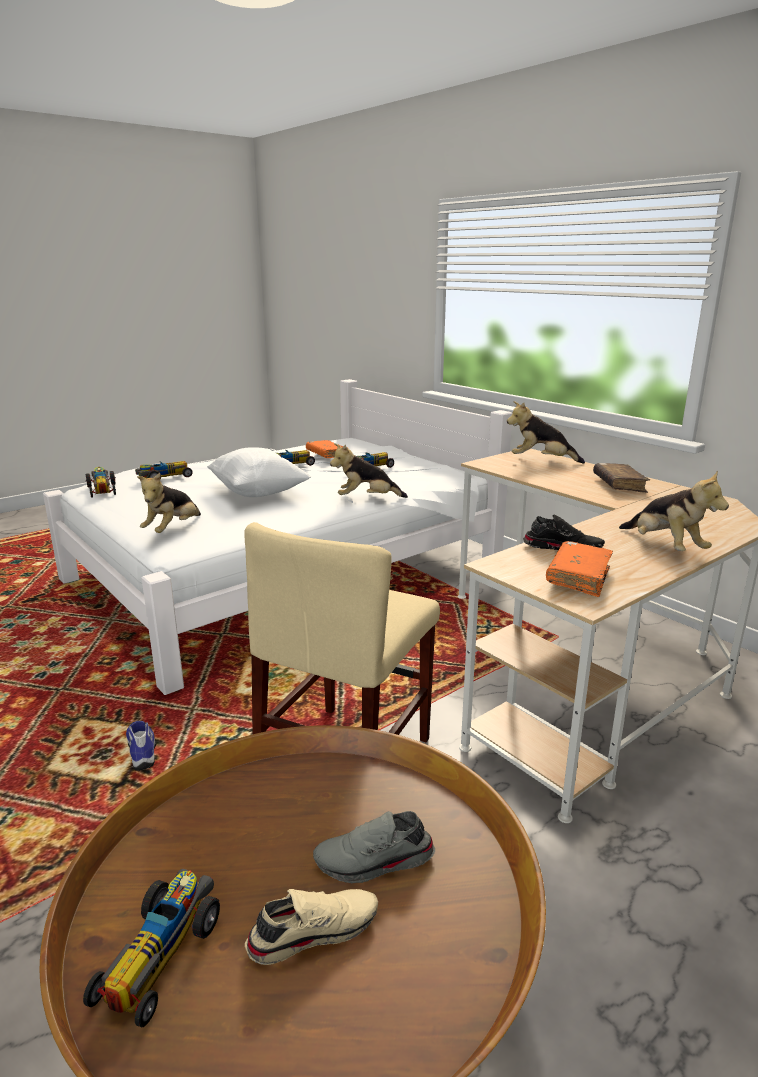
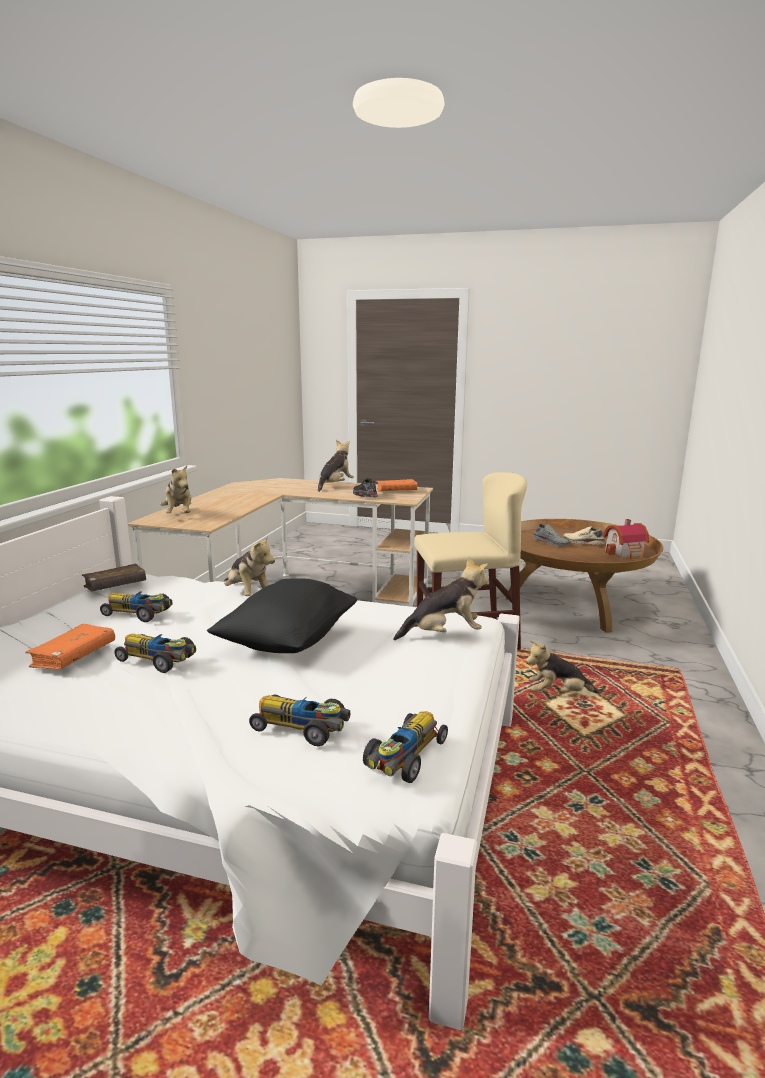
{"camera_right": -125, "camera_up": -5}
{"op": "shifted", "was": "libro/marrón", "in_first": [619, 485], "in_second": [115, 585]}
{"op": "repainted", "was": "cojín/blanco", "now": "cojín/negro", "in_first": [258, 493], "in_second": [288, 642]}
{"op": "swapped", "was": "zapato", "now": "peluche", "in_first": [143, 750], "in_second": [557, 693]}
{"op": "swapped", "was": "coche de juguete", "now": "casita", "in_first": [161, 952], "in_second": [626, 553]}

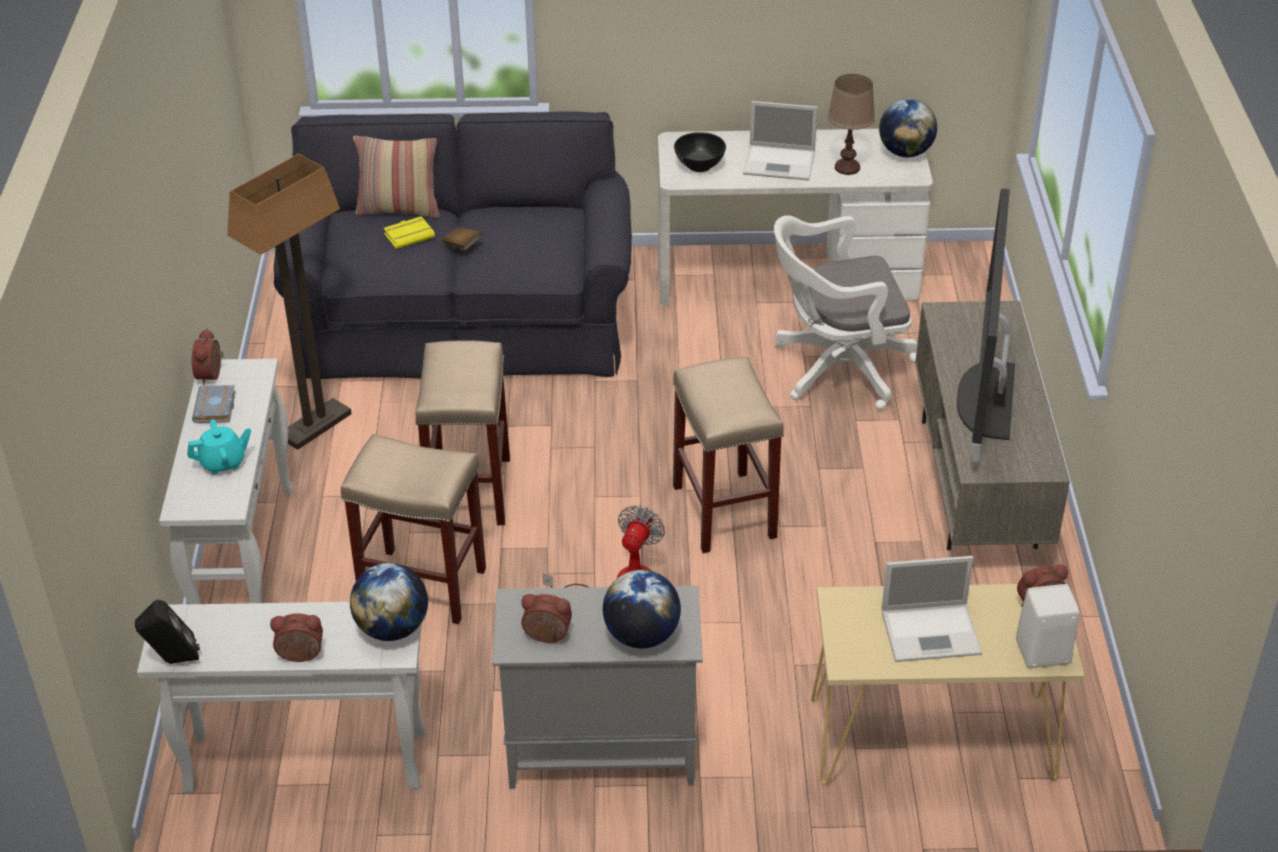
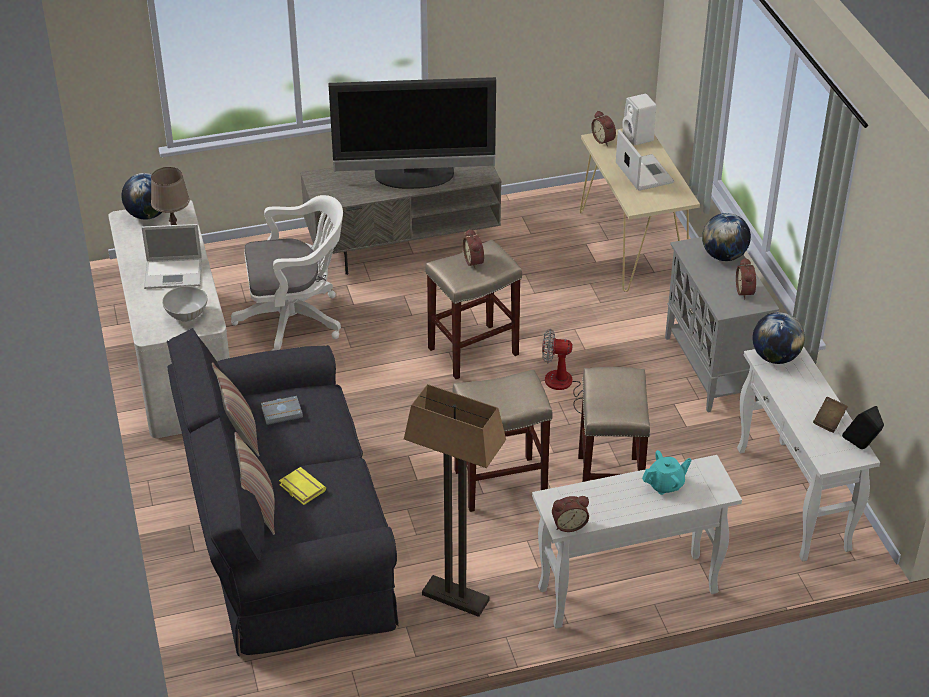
{"camera_right": -105, "camera_up": 0}
{"op": "rotated", "was": "portátil", "in_first": [780, 163], "in_second": [175, 273], "clockwise": 90}
{"op": "repainted", "was": "cuenco/negro", "now": "cuenco/blanco", "in_first": [700, 165], "in_second": [186, 315]}
{"op": "new", "now": "cojín", "in_second": [239, 434]}
{"op": "rotated", "was": "silla de oficina/blanco", "in_first": [836, 368], "in_second": [296, 320], "clockwise": -75}
{"op": "shifted", "was": "libro/gris", "in_first": [216, 408], "in_second": [282, 412]}
{"op": "shifted", "was": "despertador", "in_first": [300, 656], "in_second": [475, 261]}
{"op": "rotated", "was": "tetera/turquesa", "in_first": [223, 462], "in_second": [665, 484], "clockwise": 105}
{"op": "shifted", "was": "libro/marrón", "in_first": [462, 246], "in_second": [829, 421]}

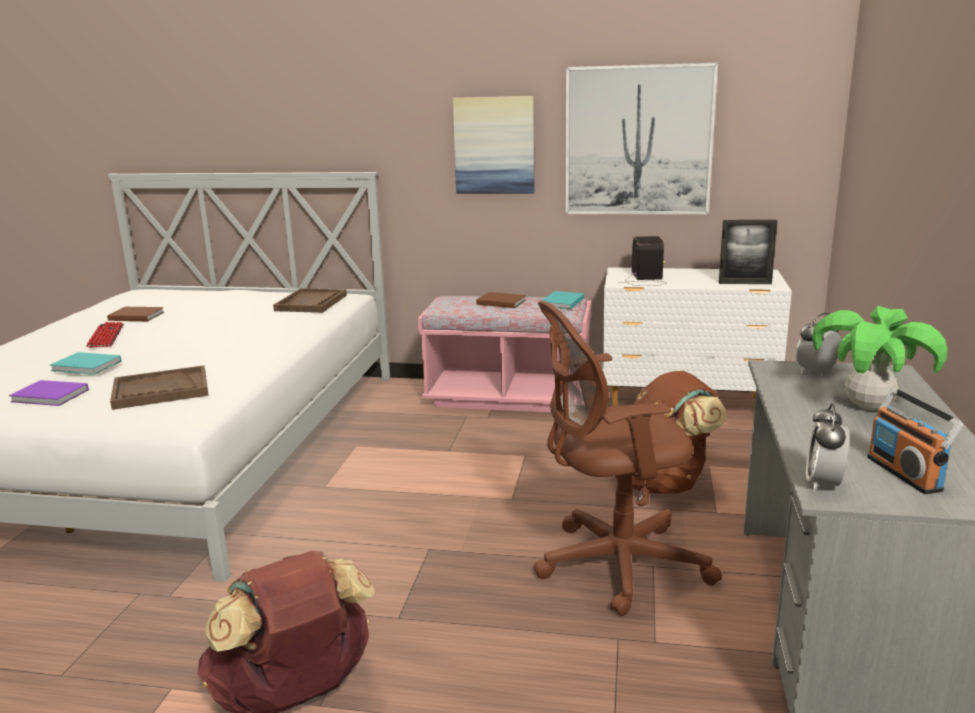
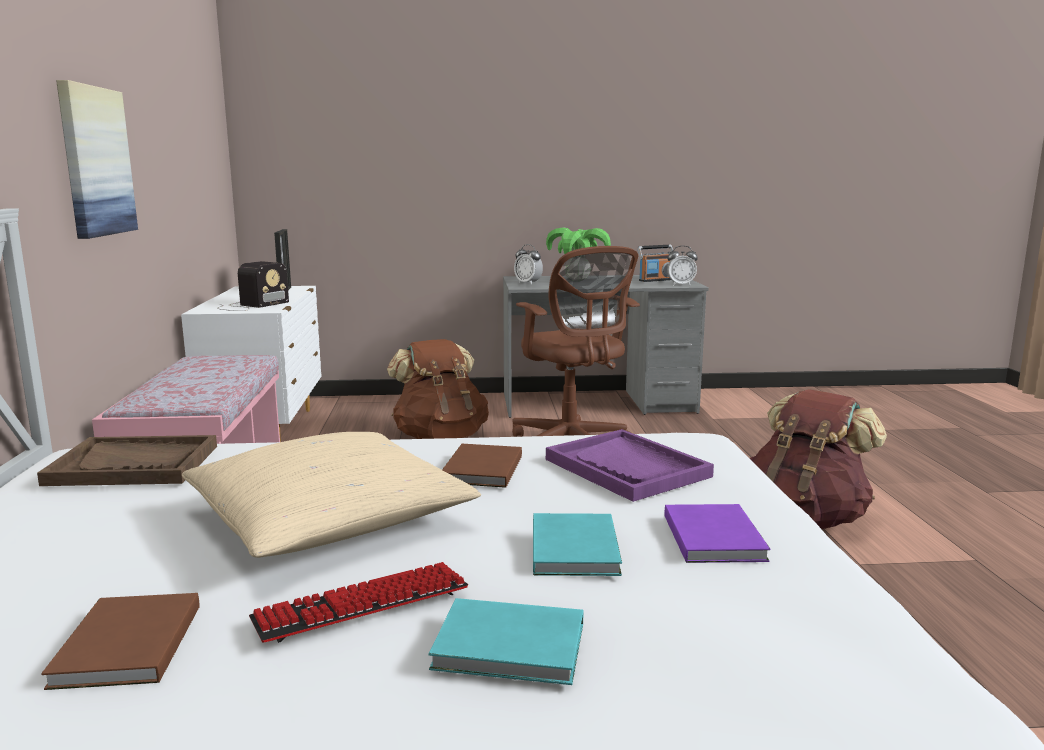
{"camera_right": -105, "camera_up": -5}
{"op": "new", "now": "cojín/beis", "in_second": [330, 520]}
{"op": "rotated", "was": "radio", "in_first": [645, 278], "in_second": [250, 305], "clockwise": 135}
{"op": "shifted", "was": "libro/turquesa", "in_first": [561, 302], "in_second": [513, 648]}
{"op": "shifted", "was": "libro/marrón", "in_first": [500, 302], "in_second": [480, 470]}
{"op": "repainted", "was": "bandeja/marrón", "now": "bandeja/morado", "in_first": [160, 390], "in_second": [627, 468]}
{"op": "gone", "was": "cuadro", "in_first": [638, 141]}

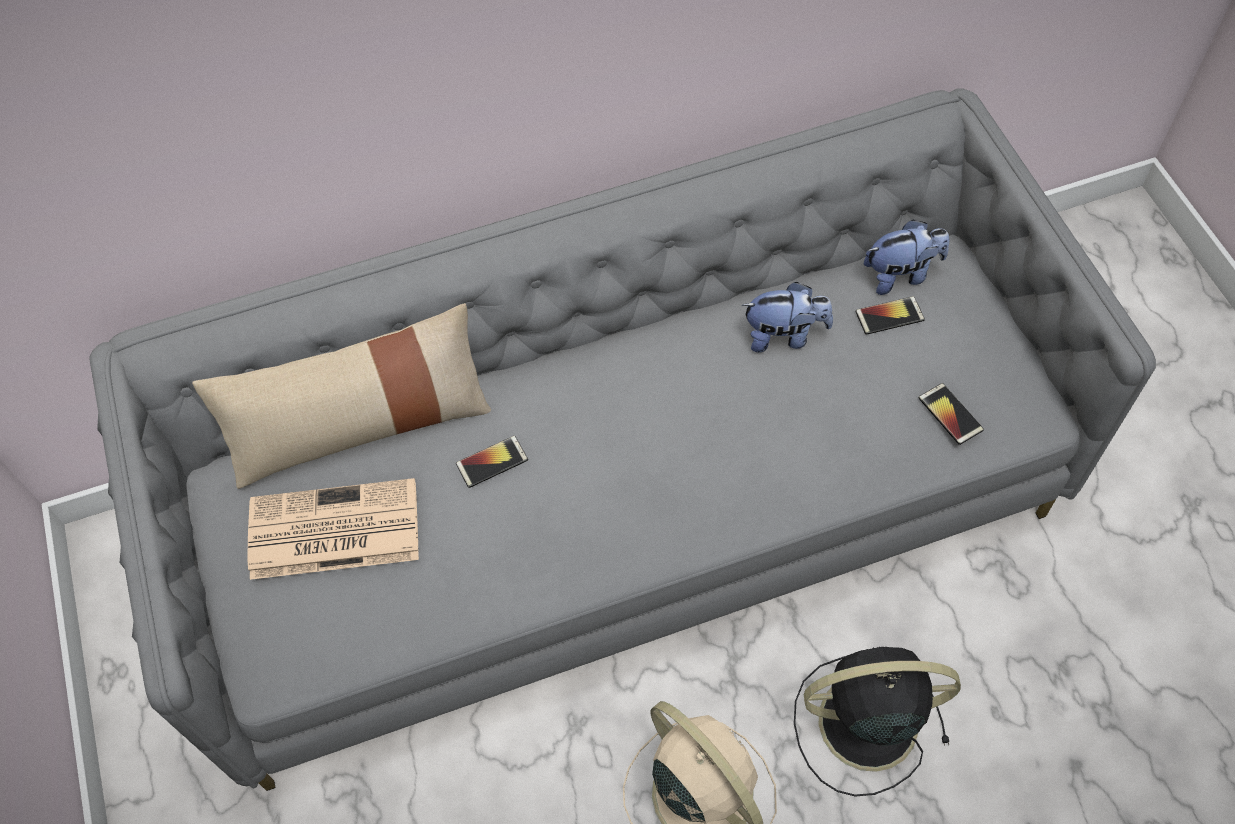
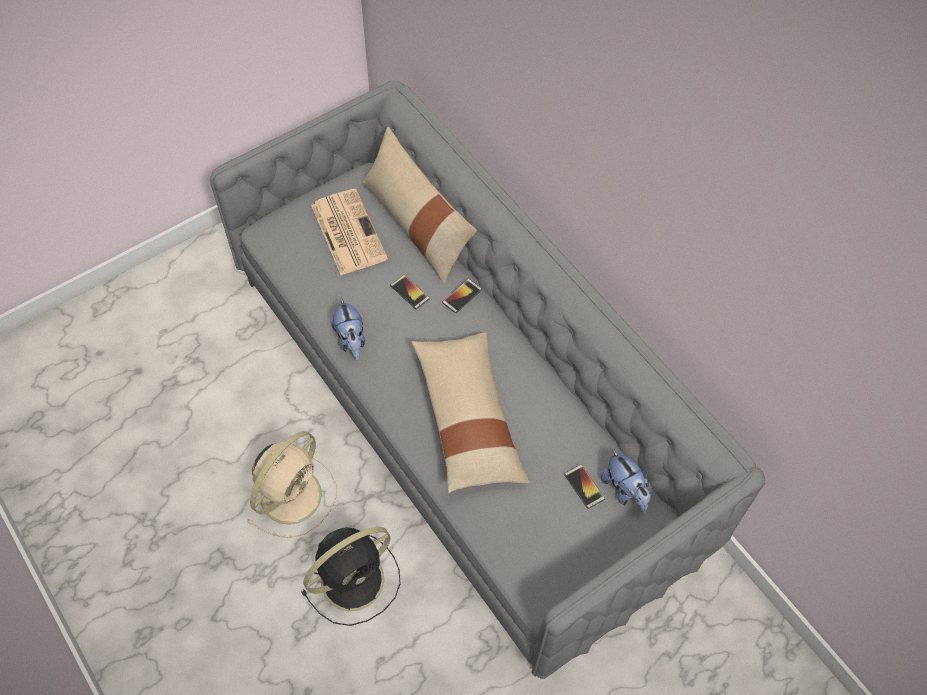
{"camera_right": 70, "camera_up": 0}
{"op": "rotated", "was": "ventilador/negro", "in_first": [863, 722], "in_second": [355, 578], "clockwise": 75}
{"op": "shifted", "was": "peluche", "in_first": [784, 335], "in_second": [351, 340]}
{"op": "new", "now": "cojín/beis", "in_second": [468, 419]}
{"op": "shifted", "was": "móvil", "in_first": [950, 414], "in_second": [462, 296]}

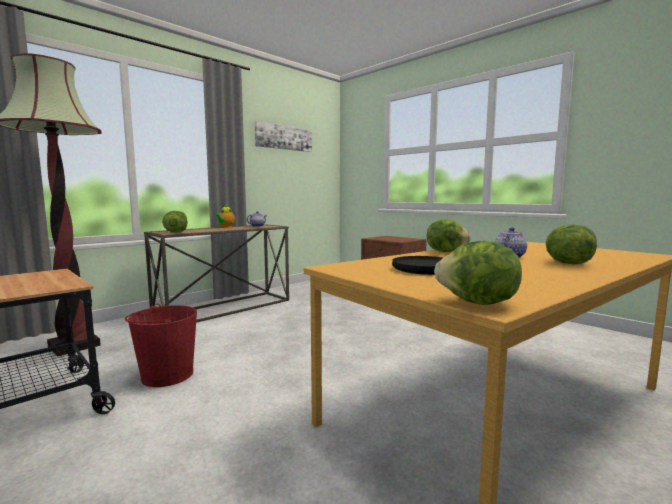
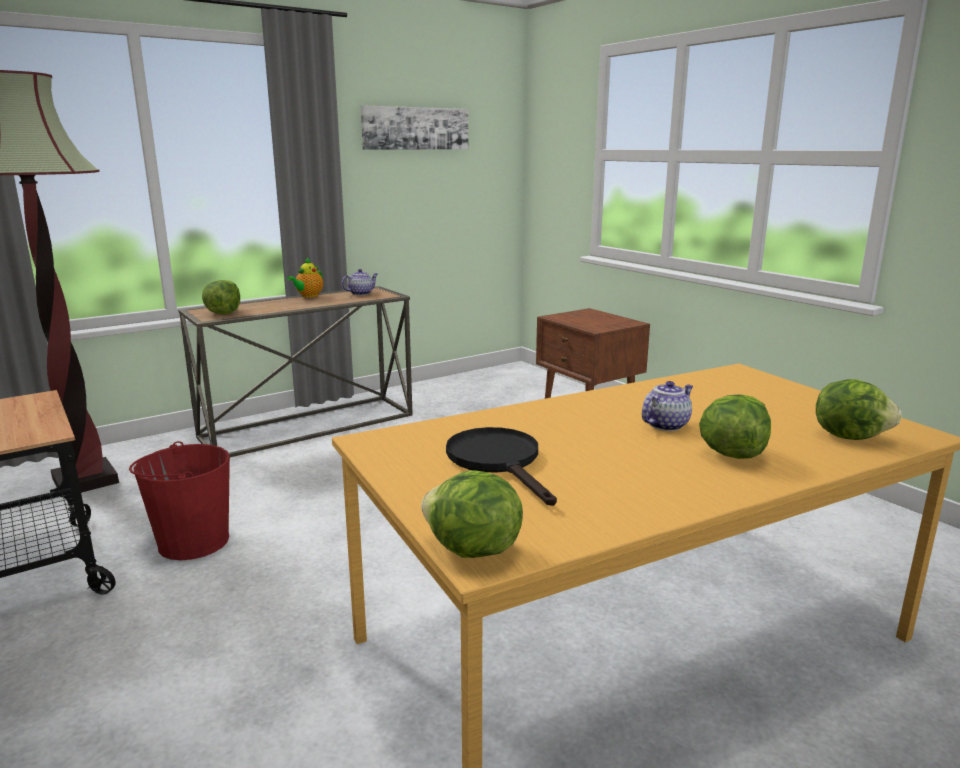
{"camera_right": 10, "camera_up": 10}
{"op": "shifted", "was": "lechuga", "in_first": [446, 251], "in_second": [849, 436]}

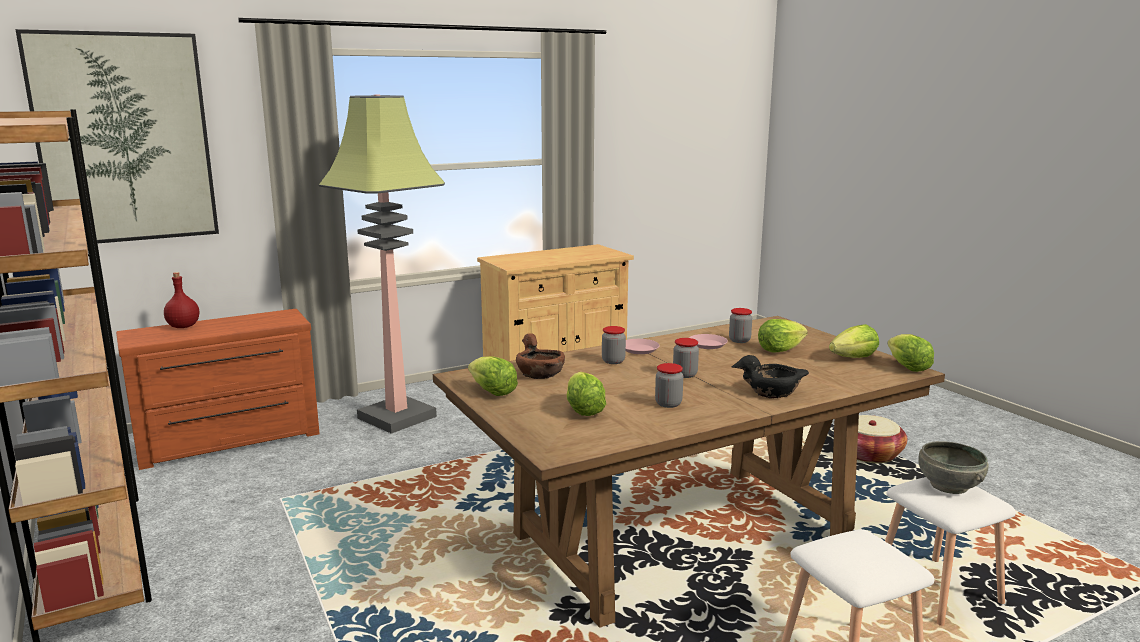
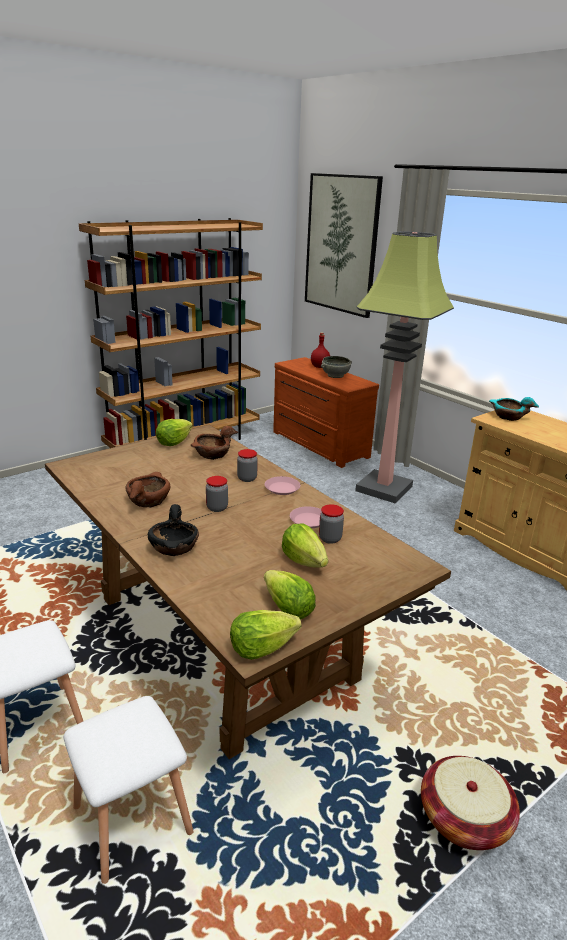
{"camera_right": 80, "camera_up": 10}
{"op": "swapped", "was": "tarro", "now": "cuenco/marrón", "in_first": [668, 404], "in_second": [148, 500]}
{"op": "shifted", "was": "cuenco/gris", "in_first": [948, 486], "in_second": [335, 375]}
{"op": "new", "now": "cuenco/turquesa", "in_second": [508, 417]}
{"op": "gone", "was": "lechuga", "in_first": [583, 410]}

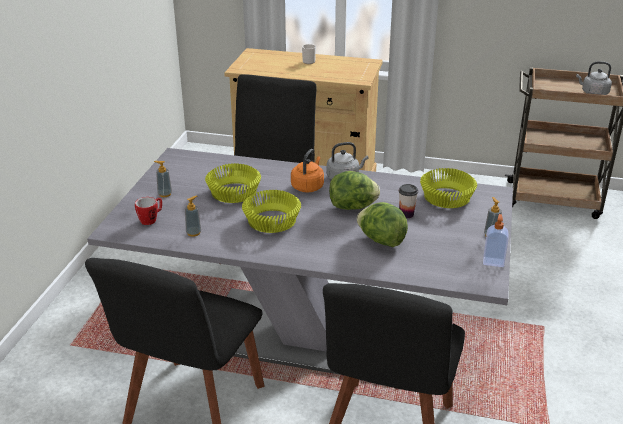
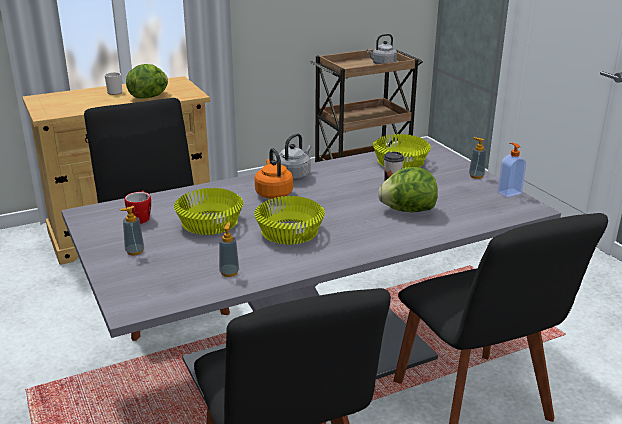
{"camera_right": -40, "camera_up": -5}
{"op": "shifted", "was": "taza grande", "in_first": [151, 219], "in_second": [141, 218]}
{"op": "shifted", "was": "lechuga", "in_first": [353, 207], "in_second": [149, 97]}

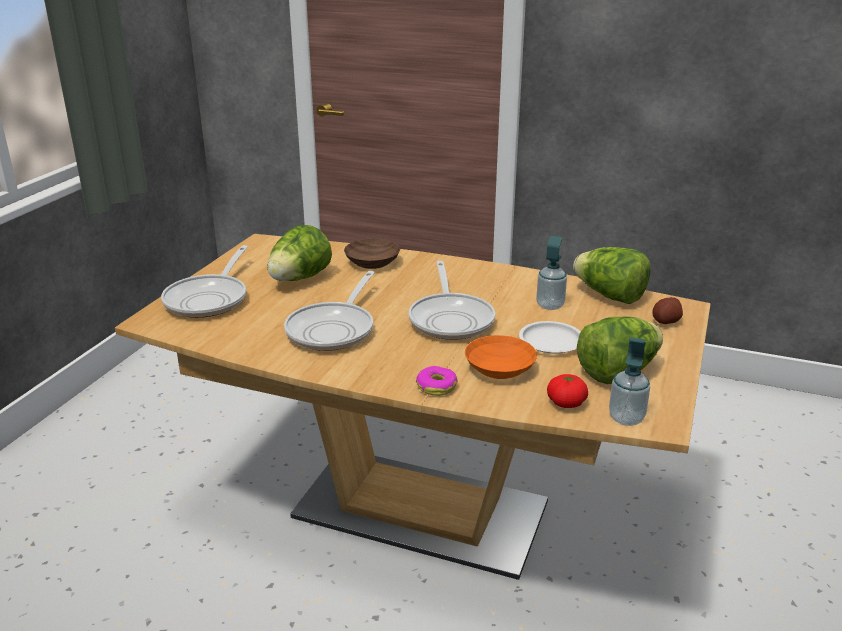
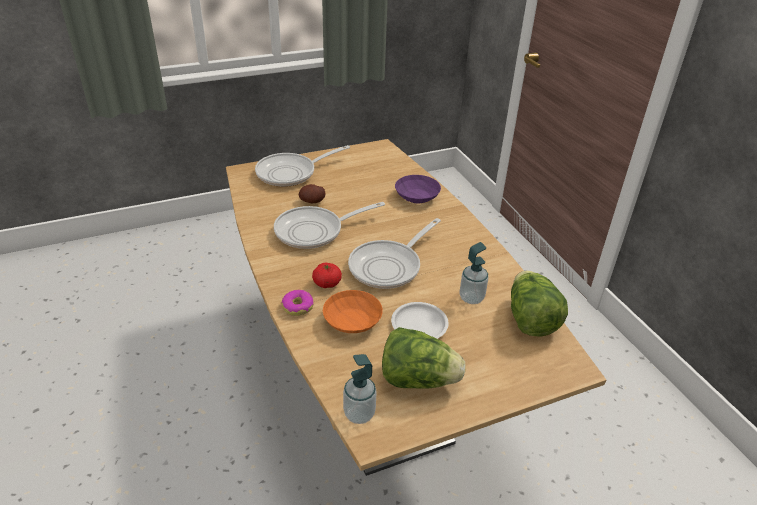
{"camera_right": 45, "camera_up": 10}
{"op": "shifted", "was": "patata", "in_first": [666, 321], "in_second": [312, 201]}
{"op": "shifted", "was": "tomate", "in_first": [566, 403], "in_second": [327, 283]}
{"op": "repainted", "was": "cuenco/marrón", "now": "cuenco/morado", "in_first": [374, 262], "in_second": [418, 197]}
{"op": "gone", "was": "lechuga", "in_first": [299, 279]}

